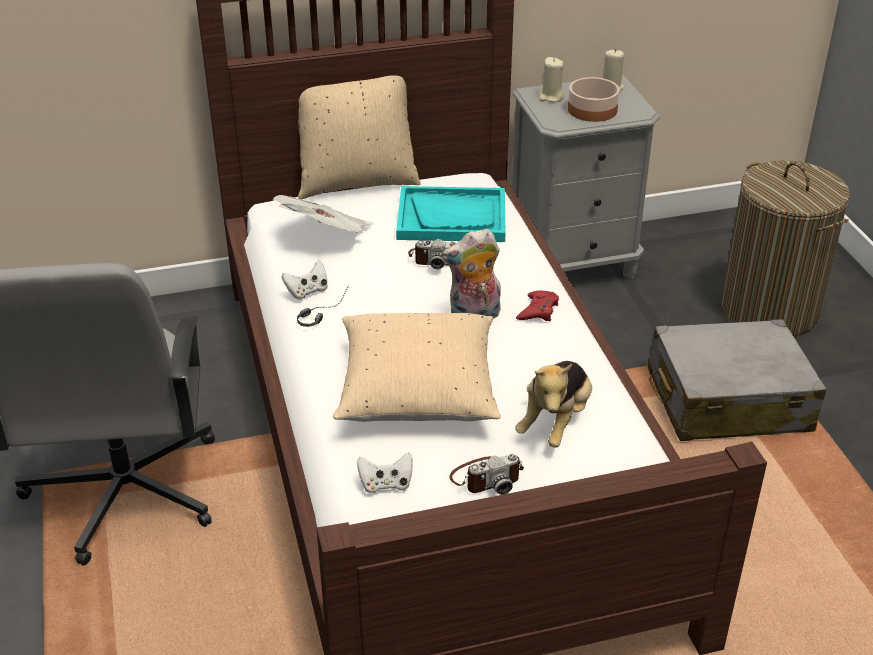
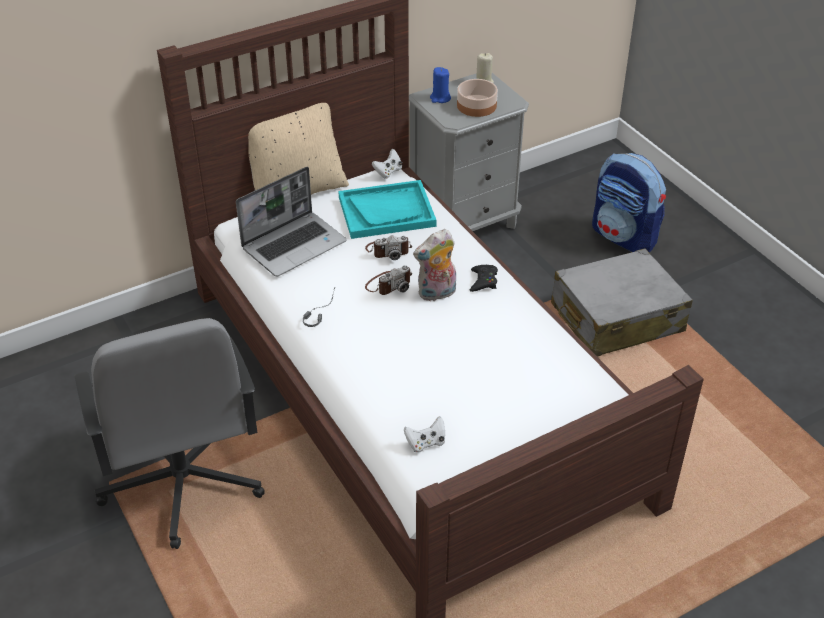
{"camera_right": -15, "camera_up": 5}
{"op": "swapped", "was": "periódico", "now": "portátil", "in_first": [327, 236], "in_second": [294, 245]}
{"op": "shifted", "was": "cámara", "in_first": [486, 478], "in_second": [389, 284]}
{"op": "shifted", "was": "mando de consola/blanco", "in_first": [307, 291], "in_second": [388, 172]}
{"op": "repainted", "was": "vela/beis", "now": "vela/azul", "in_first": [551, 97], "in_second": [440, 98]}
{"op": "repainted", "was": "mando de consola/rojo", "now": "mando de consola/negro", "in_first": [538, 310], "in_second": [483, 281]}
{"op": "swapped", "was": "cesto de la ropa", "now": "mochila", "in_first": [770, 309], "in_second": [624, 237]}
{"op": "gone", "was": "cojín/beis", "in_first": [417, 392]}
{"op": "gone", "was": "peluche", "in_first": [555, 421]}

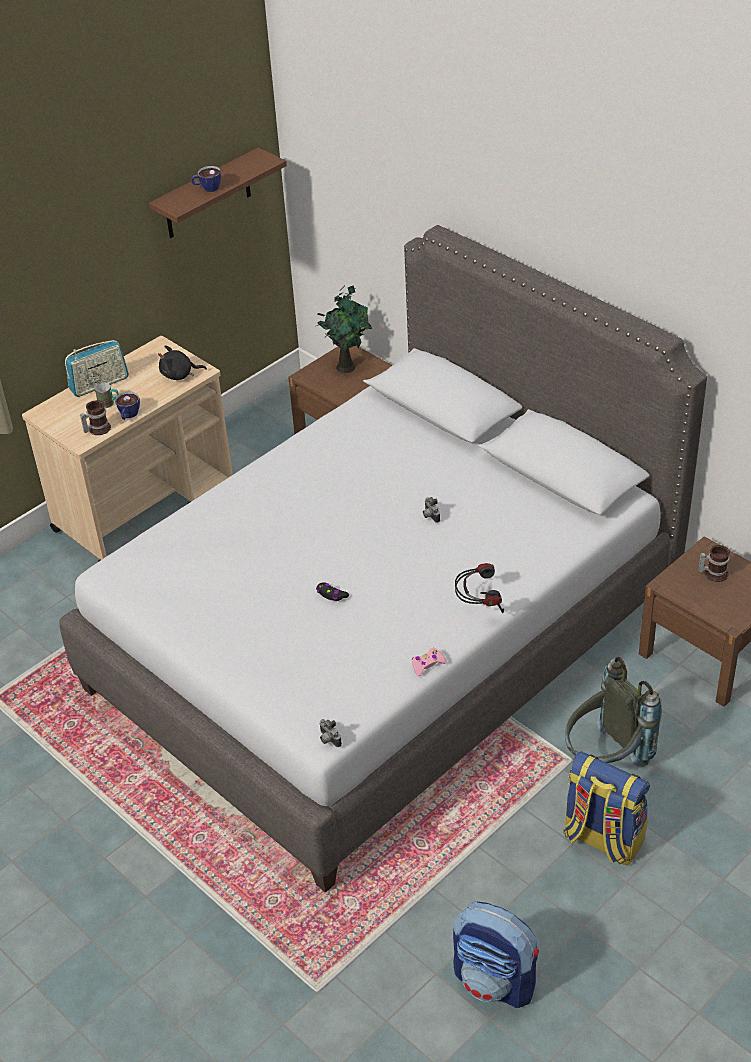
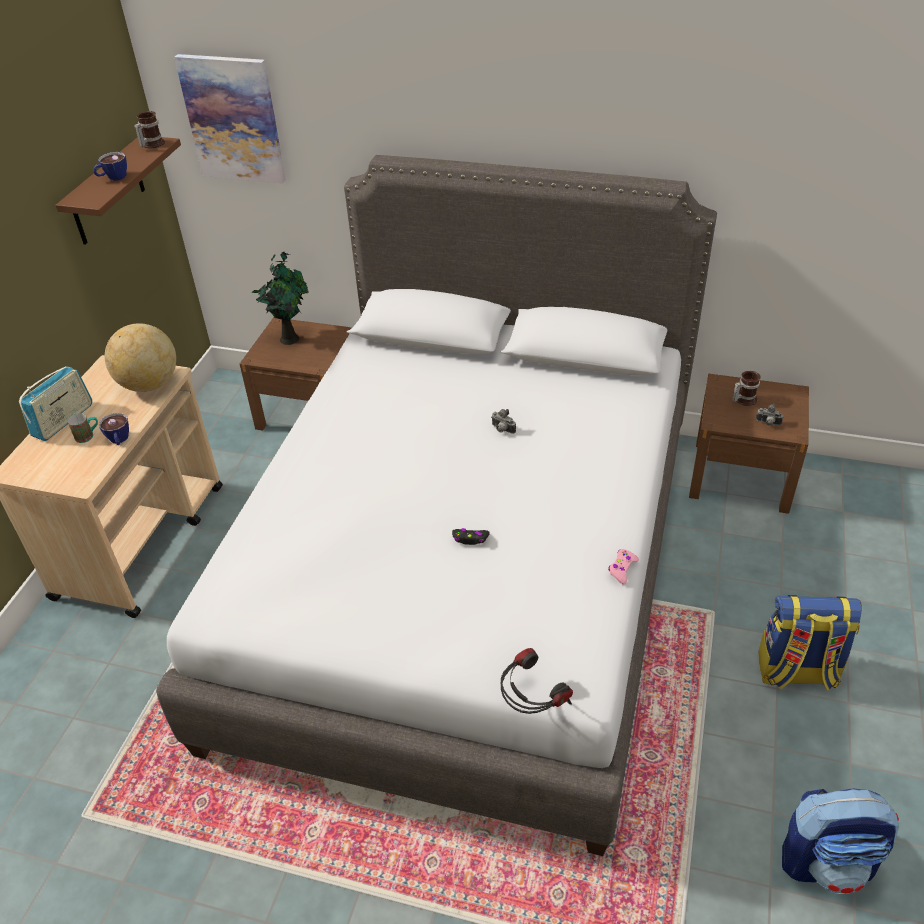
{"camera_right": -30, "camera_up": 0}
{"op": "swapped", "was": "peluche/negro", "now": "globo terráqueo", "in_first": [179, 375], "in_second": [149, 384]}
{"op": "shifted", "was": "taza grande", "in_first": [97, 429], "in_second": [151, 144]}
{"op": "new", "now": "cuadro", "in_second": [233, 119]}
{"op": "shifted", "was": "auriculares", "in_first": [479, 606], "in_second": [532, 705]}
{"op": "shifted", "was": "cámara", "in_first": [328, 740], "in_second": [768, 423]}
{"op": "gone", "was": "mochila/gris", "in_first": [605, 759]}

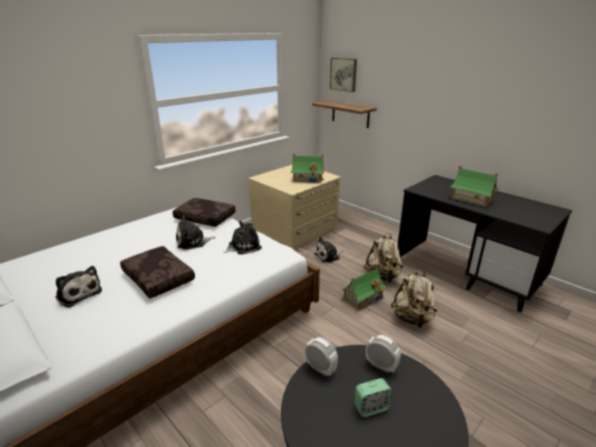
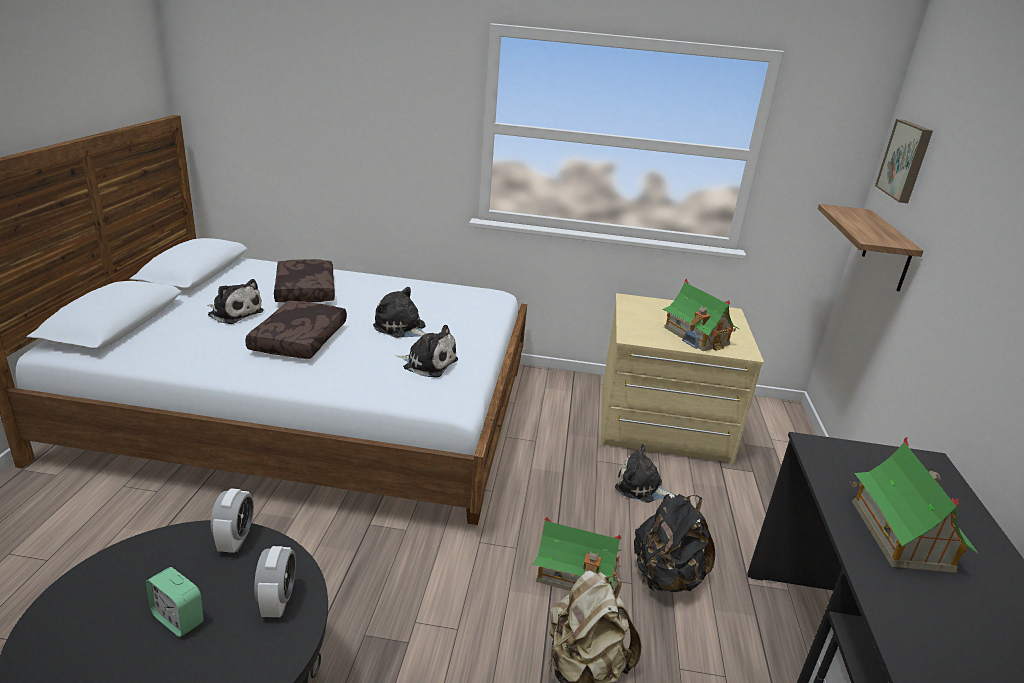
{"camera_right": 50, "camera_up": 0}
{"op": "rotated", "was": "peluche", "in_first": [78, 293], "in_second": [234, 313], "clockwise": -60}
{"op": "shifted", "was": "cojín/marrón", "in_first": [204, 218], "in_second": [304, 290]}
{"op": "repainted", "was": "mochila/beis", "now": "mochila/negro", "in_first": [382, 276], "in_second": [665, 577]}

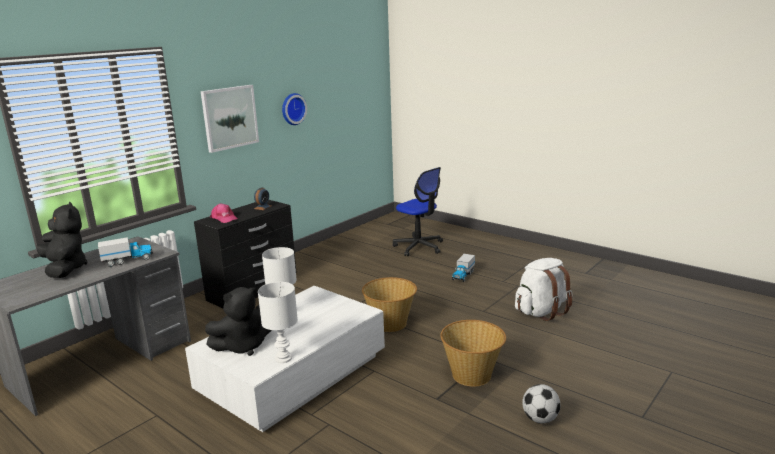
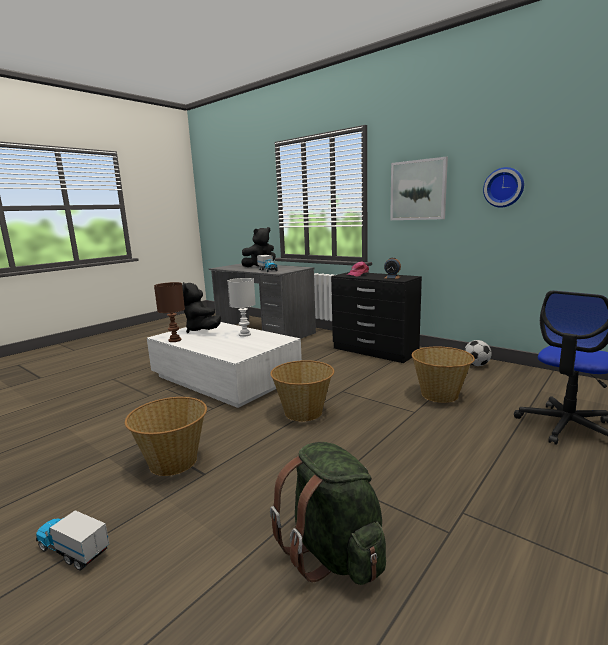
{"camera_right": 90, "camera_up": -5}
{"op": "shifted", "was": "camión de juguete", "in_first": [463, 275], "in_second": [73, 551]}
{"op": "repainted", "was": "lámpara de mesa/blanco", "now": "lámpara de mesa/marrón", "in_first": [284, 358], "in_second": [174, 340]}
{"op": "repainted", "was": "mochila/blanco", "now": "mochila/verde", "in_first": [541, 312], "in_second": [333, 552]}
{"op": "new", "now": "cesta", "in_second": [440, 395]}
{"op": "shifted", "was": "balón de fútbol", "in_first": [540, 419], "in_second": [476, 365]}

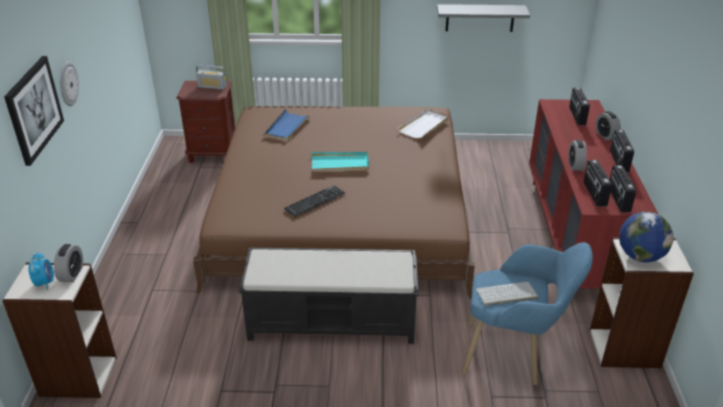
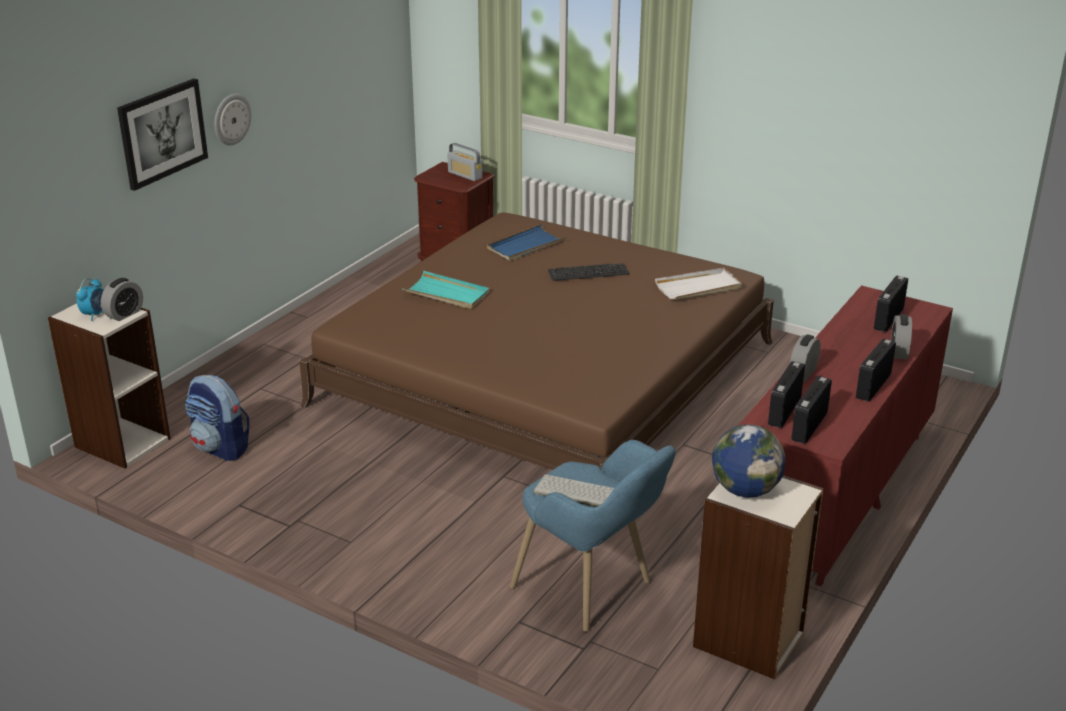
{"camera_right": 30, "camera_up": -5}
{"op": "new", "now": "mochila", "in_second": [221, 448]}
{"op": "shifted", "was": "bandeja/turquesa", "in_first": [340, 164], "in_second": [447, 293]}
{"op": "shifted", "was": "teclado", "in_first": [314, 201], "in_second": [588, 273]}
{"op": "gone", "was": "banco/negro", "in_first": [333, 322]}
{"op": "gone", "was": "estante/gris", "in_first": [480, 18]}

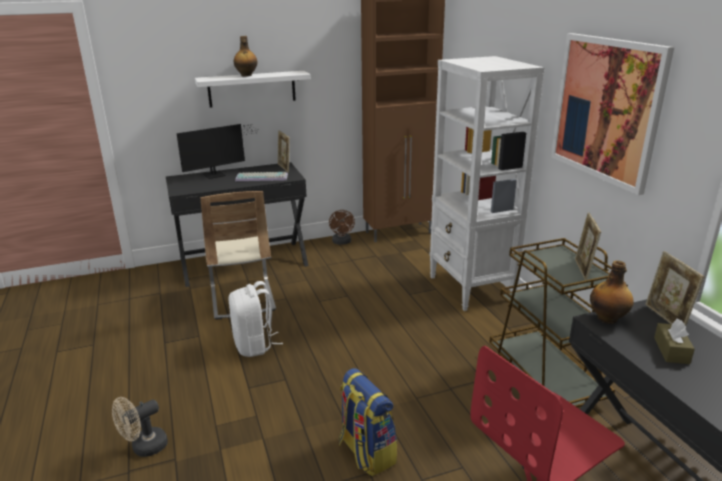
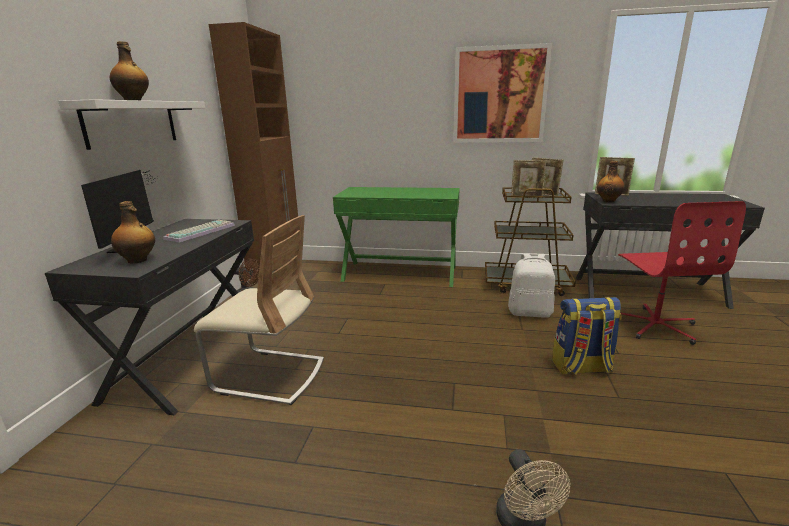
{"camera_right": -60, "camera_up": -5}
{"op": "new", "now": "botella", "in_second": [138, 260]}
{"op": "swapped", "was": "estantería/blanco", "now": "escritorio/verde", "in_first": [471, 288], "in_second": [400, 273]}
{"op": "shifted", "was": "mochila/blanco", "in_first": [254, 345], "in_second": [530, 312]}
{"op": "shifted", "was": "portarretratos", "in_first": [284, 168], "in_second": [526, 198]}
{"op": "gone", "was": "caja de pañuelos/marrón", "in_first": [671, 350]}

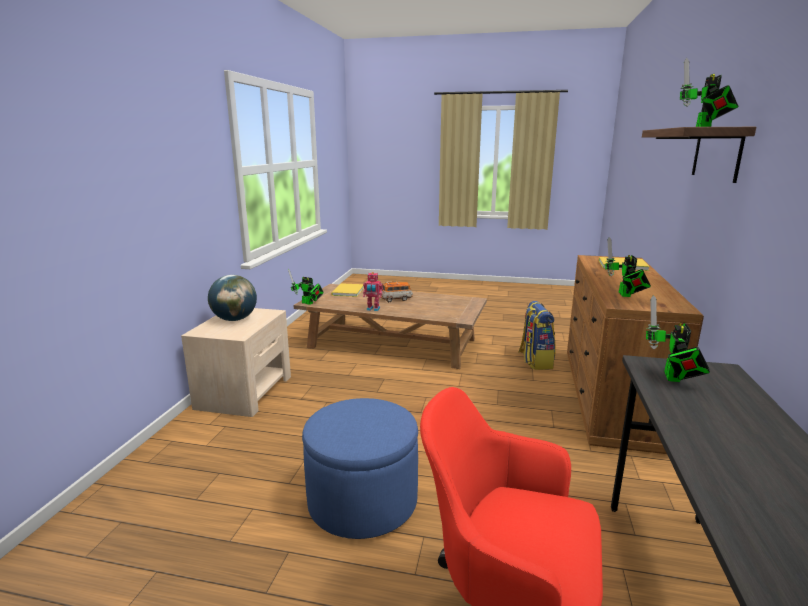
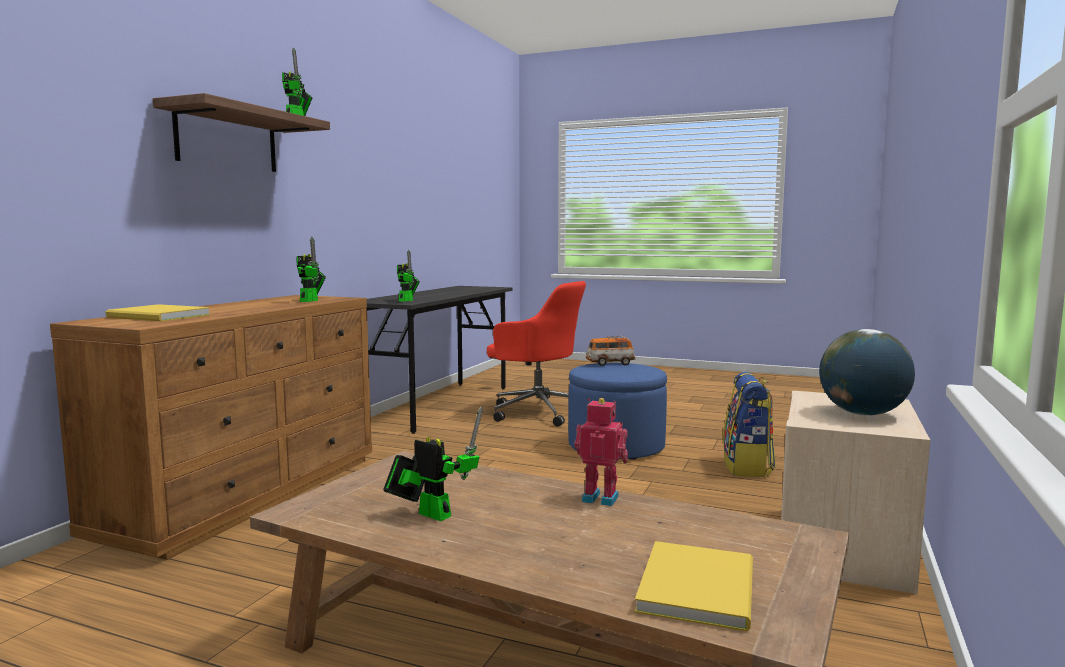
{"camera_right": -170, "camera_up": -10}
{"op": "shifted", "was": "robot de juguete", "in_first": [308, 303], "in_second": [430, 513]}
{"op": "shifted", "was": "coche de juguete", "in_first": [396, 299], "in_second": [610, 363]}
{"op": "shifted", "was": "mochila", "in_first": [535, 361], "in_second": [747, 467]}

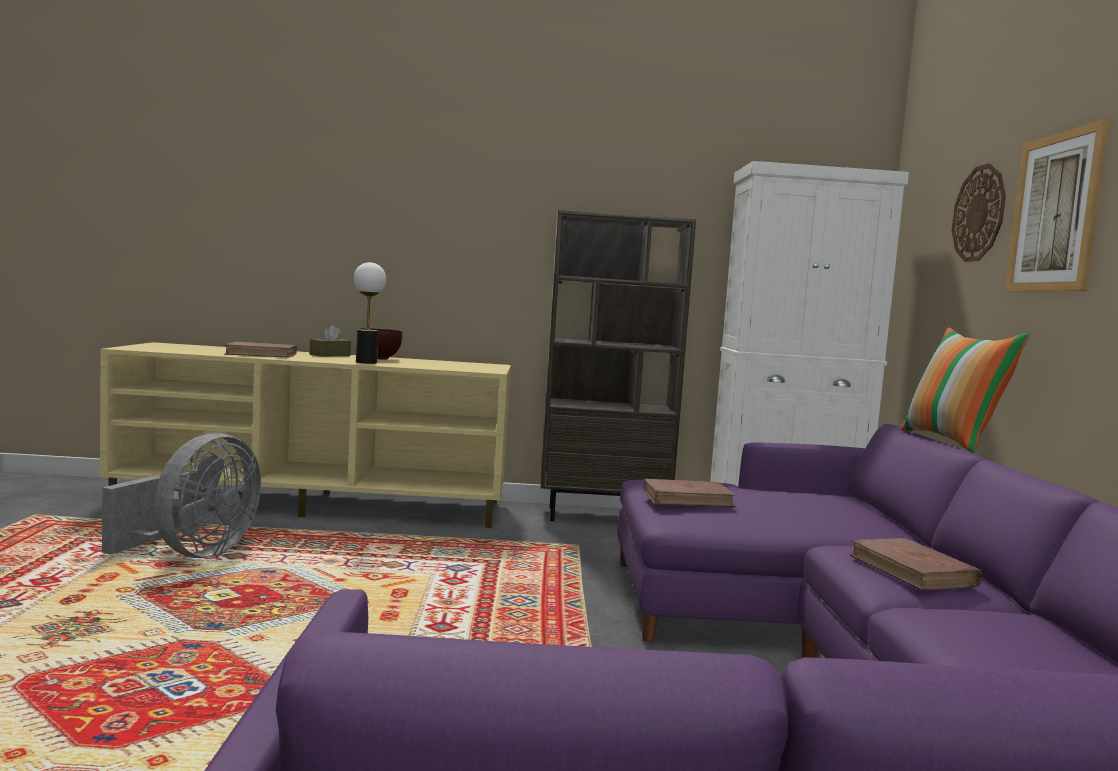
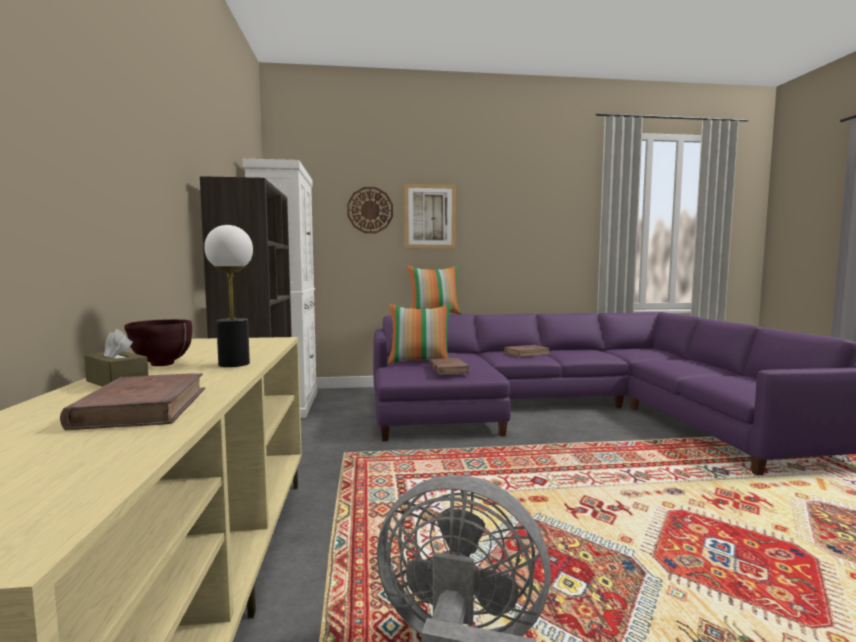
{"camera_right": -95, "camera_up": 0}
{"op": "new", "now": "cojín", "in_second": [420, 361]}

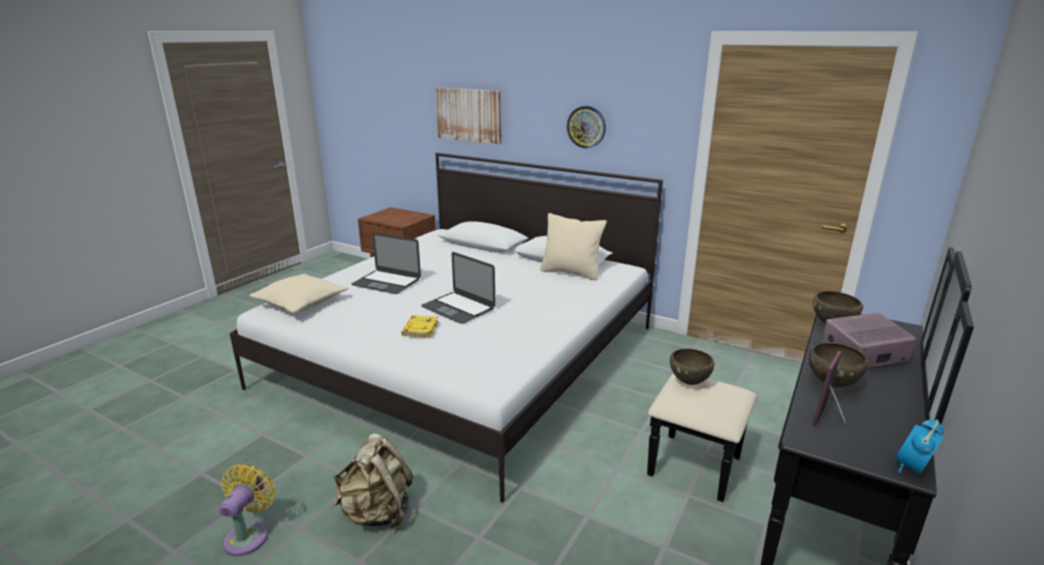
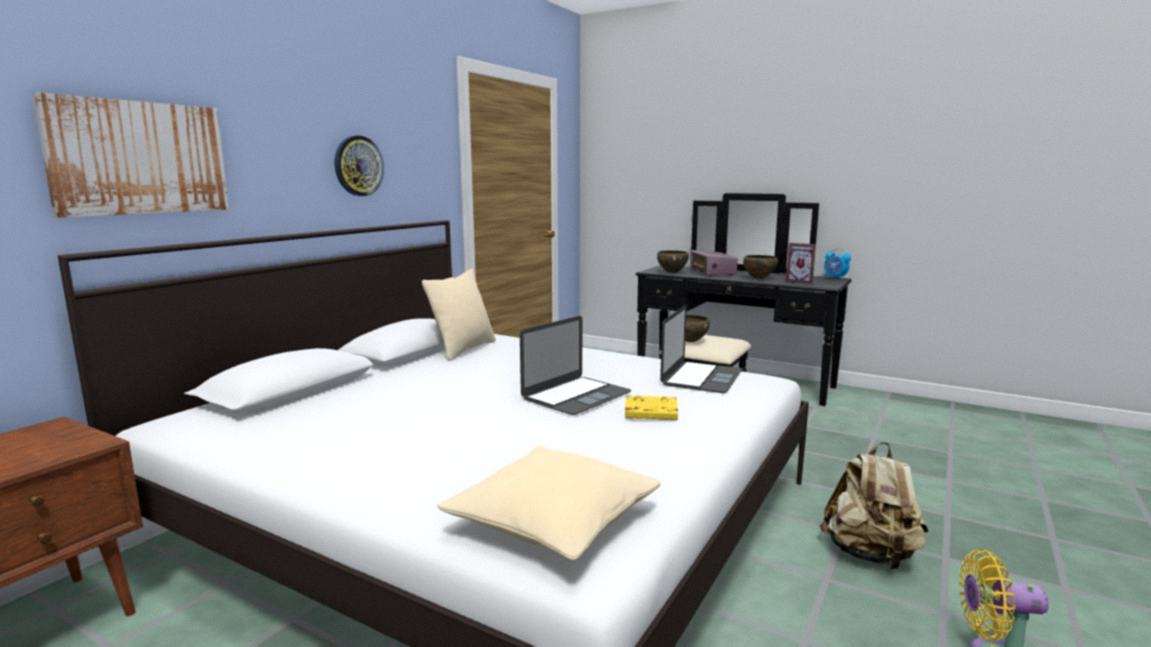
{"camera_right": -90, "camera_up": -10}
{"op": "shifted", "was": "portátil", "in_first": [386, 282], "in_second": [701, 377]}

